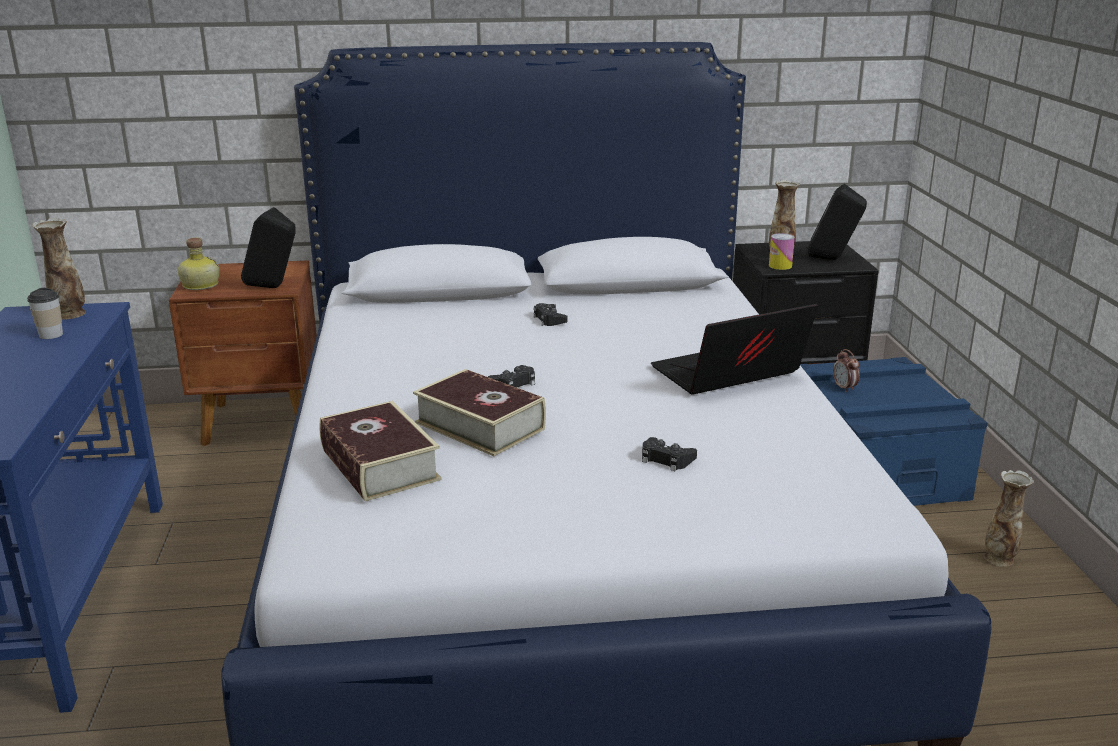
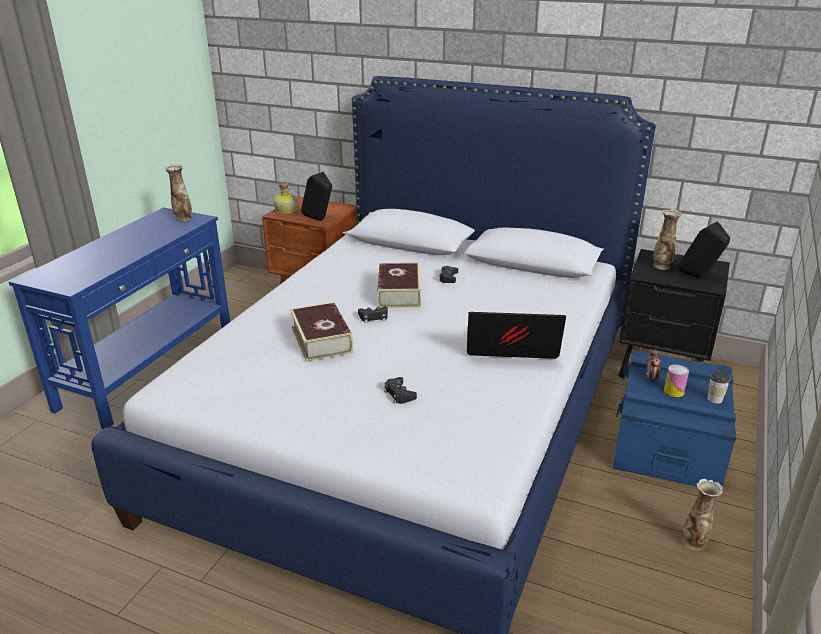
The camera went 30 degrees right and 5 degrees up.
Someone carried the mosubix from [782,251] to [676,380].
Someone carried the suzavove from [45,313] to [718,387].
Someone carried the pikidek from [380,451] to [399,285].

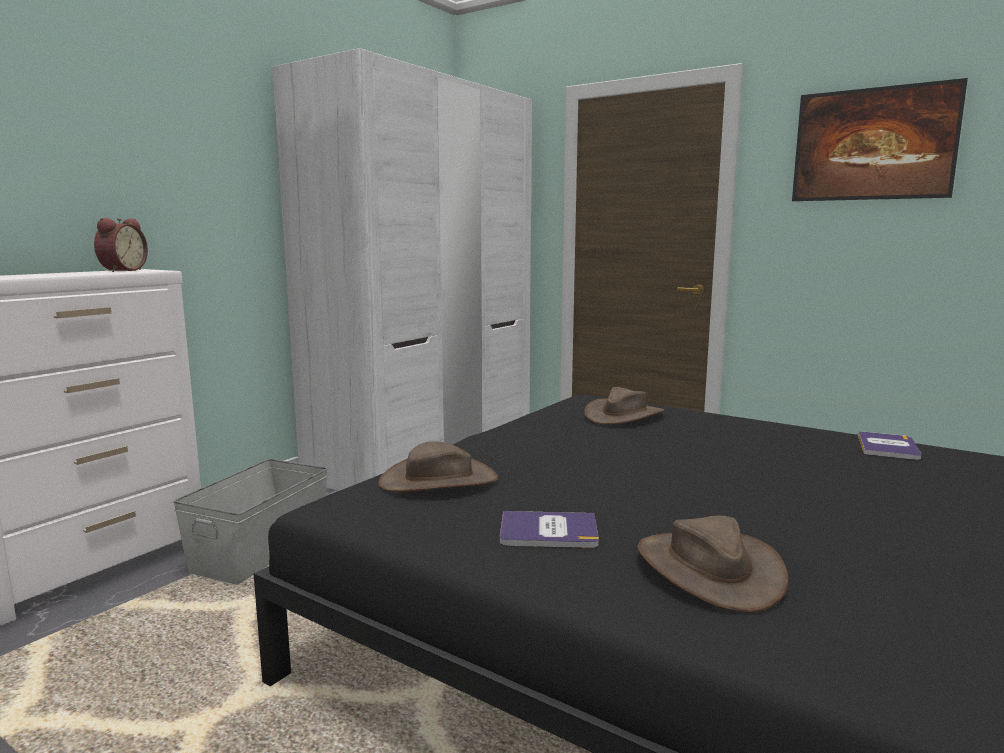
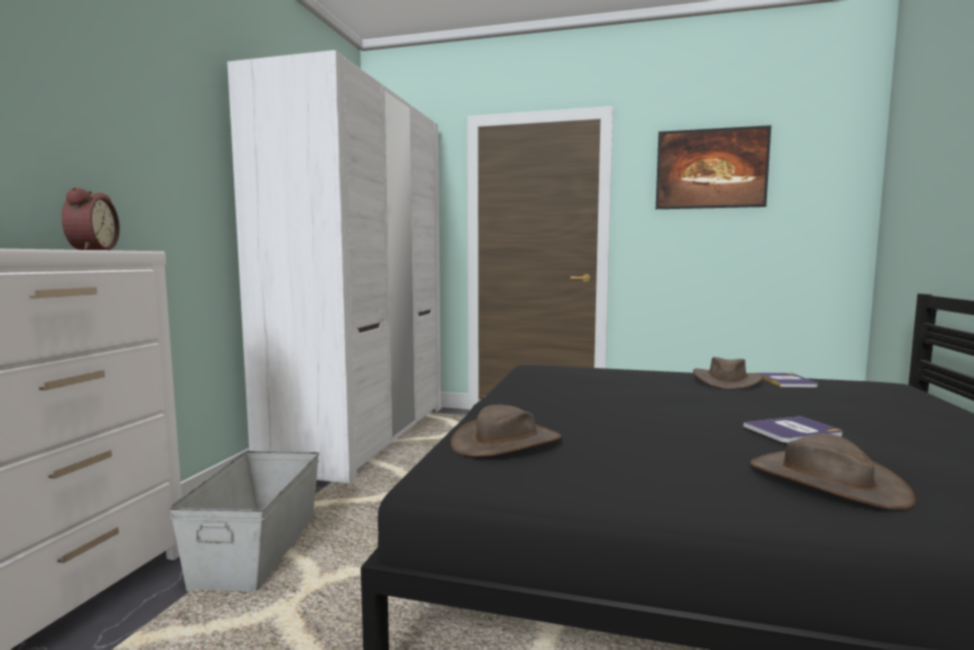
The camera went 20 degrees left and 5 degrees down.
Someone carried the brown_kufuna from [624,406] to [728,373].
Someone carried the pikidek from [549,529] to [793,429].

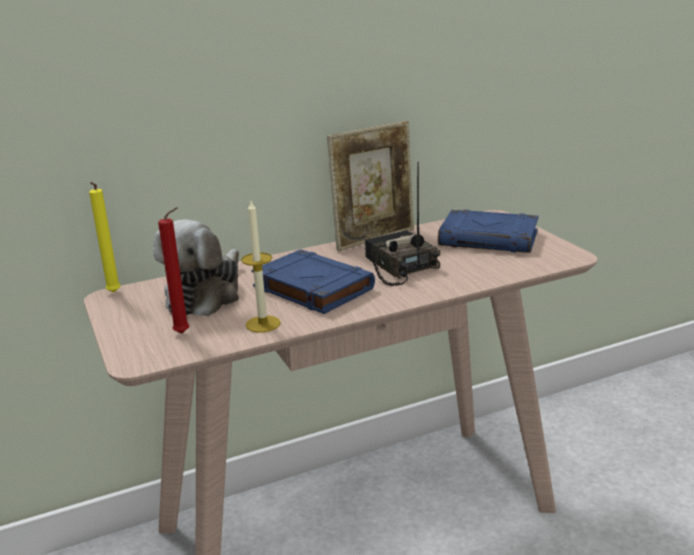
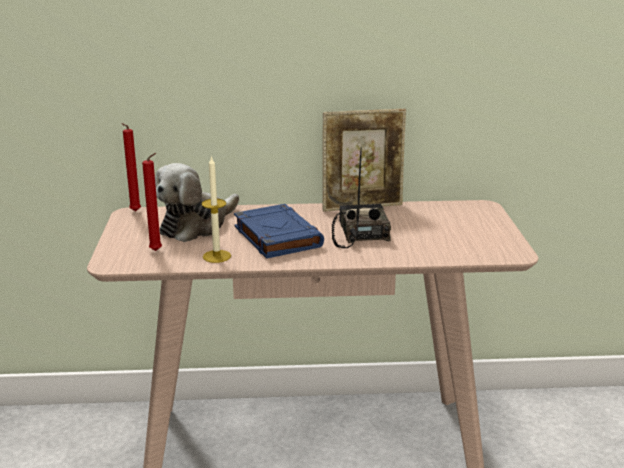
The camera went 20 degrees right and 0 degrees up.
Someone repainted the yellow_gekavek at [105,237], which became the red_gekavek at [131,167].
Someone took away the blue_pikidek at [488,231].

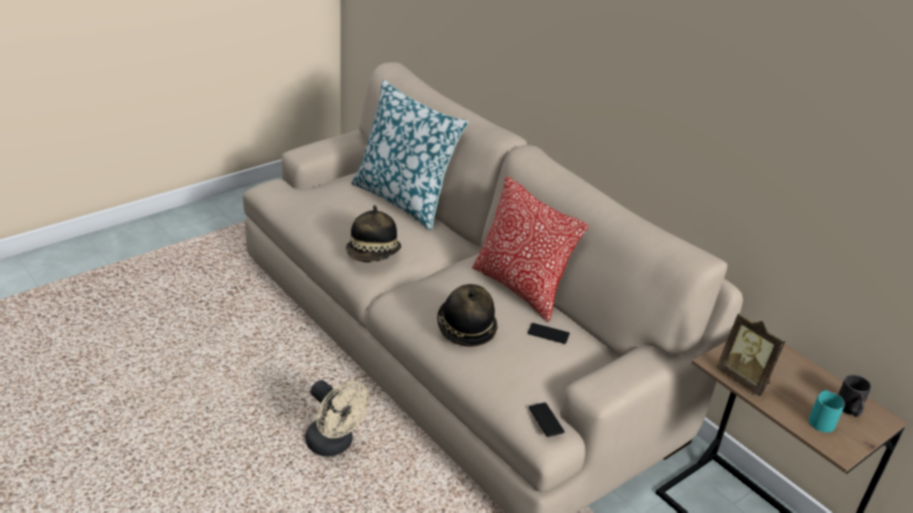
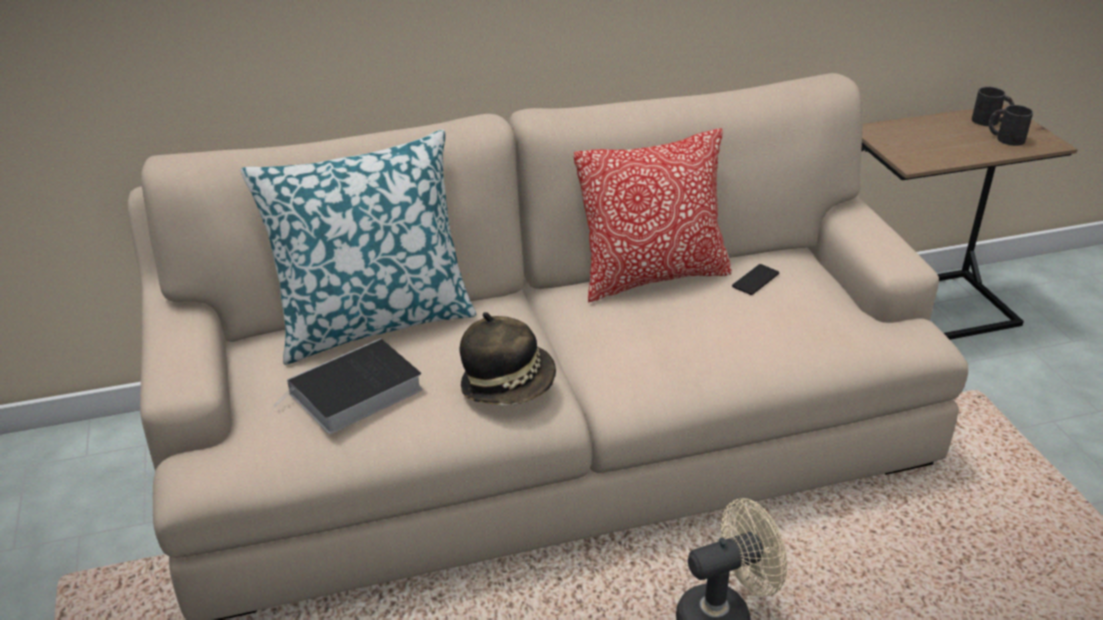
The camera went 65 degrees left and 0 degrees up.
Someone took away the kufuna at [467,315].
Someone took away the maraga at [751,354].
Someone repainted the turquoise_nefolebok at [826,411], which became the black_nefolebok at [1011,125].
Someone took away the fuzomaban at [547,419].
Someone put down the pikidek at [348,386].

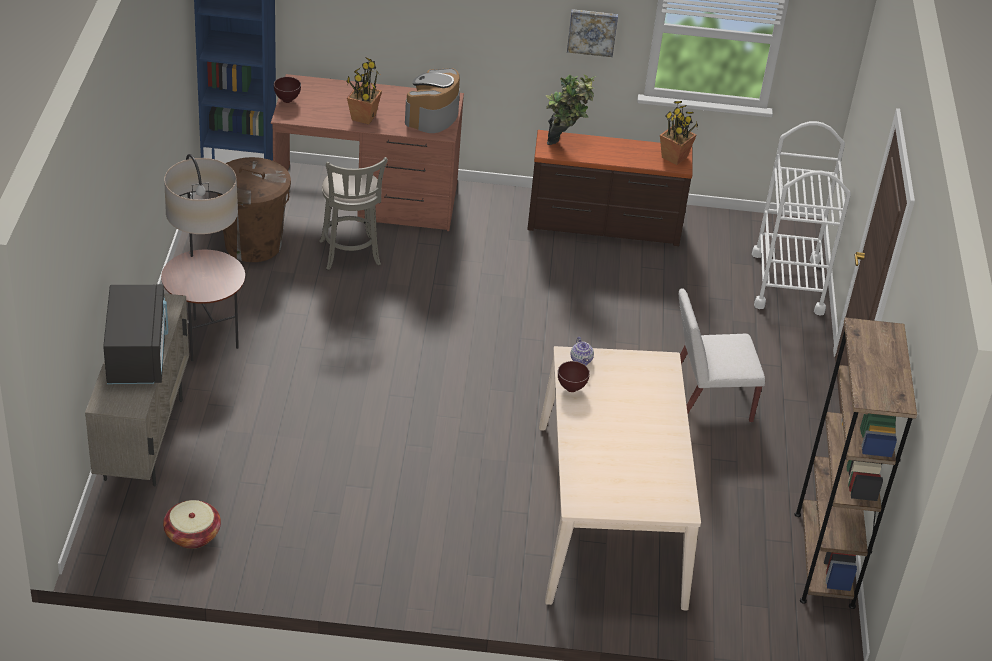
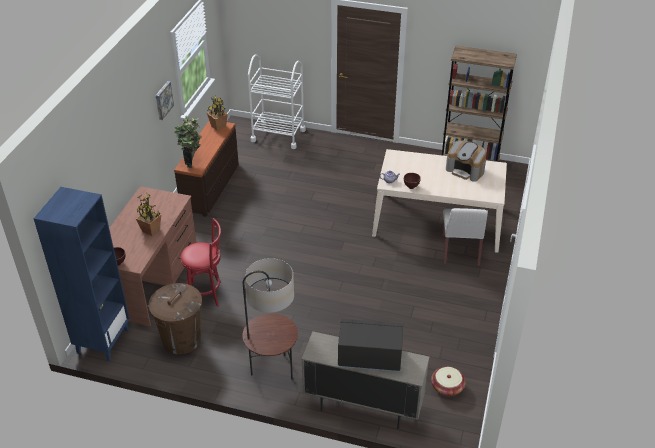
The camera went 75 degrees left and 0 degrees up.
Someone carried the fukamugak from [432,100] to [466,161].
Someone repainted the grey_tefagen at [353,213], which became the red_tefagen at [200,262].
Someone carried the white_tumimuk from [722,355] to [465,237].

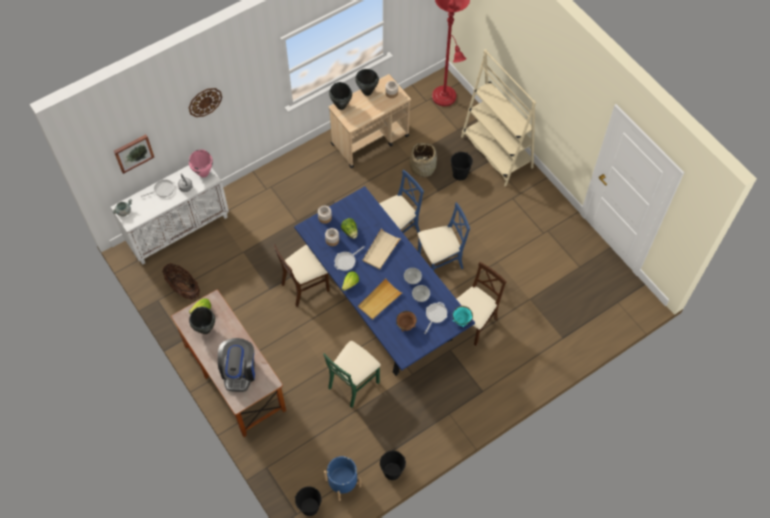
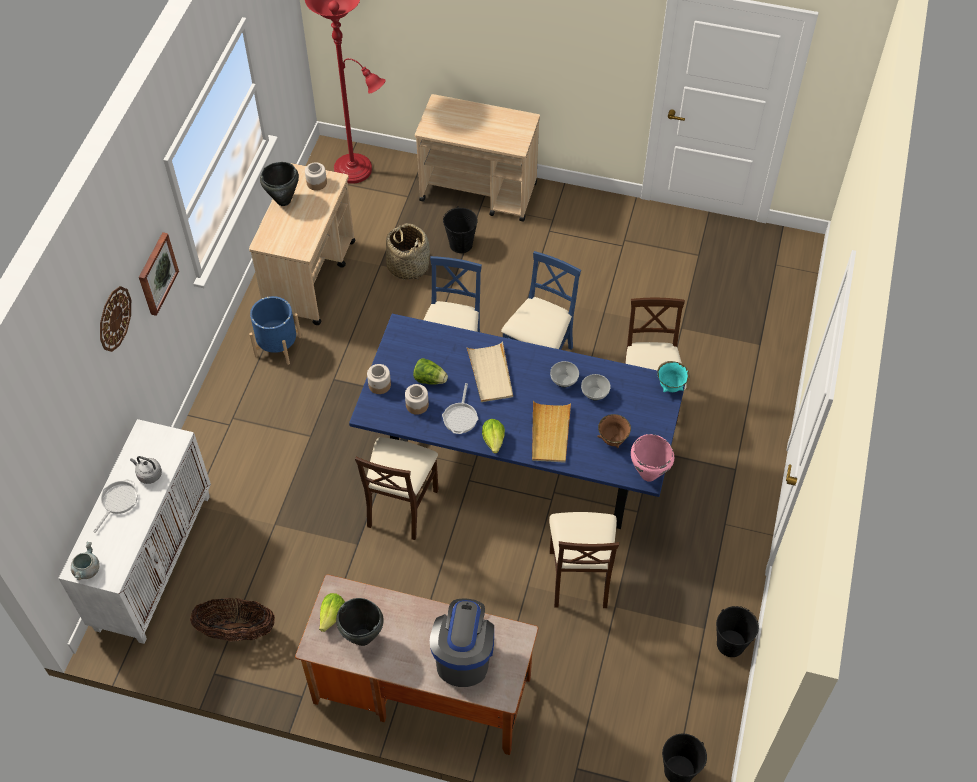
The camera went 40 degrees left and 5 degrees down.
Someone swapped the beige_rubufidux at [498,117] for the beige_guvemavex at [477,158].
Someone took away the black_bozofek at [340,96].
Someone carried the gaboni from [134,154] to [159,274].
Someone carried the pink_bozofek from [201,163] to [652,458].
Someone took away the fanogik at [435,318].
Someone rotated the fukamugak at [236,365] by 135 degrees counterclockwise.
Someone repainted the green_tumimuk at [352,374], which became the beige_tumimuk at [584,560].
Someone carried the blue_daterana from [342,478] to [275,330].

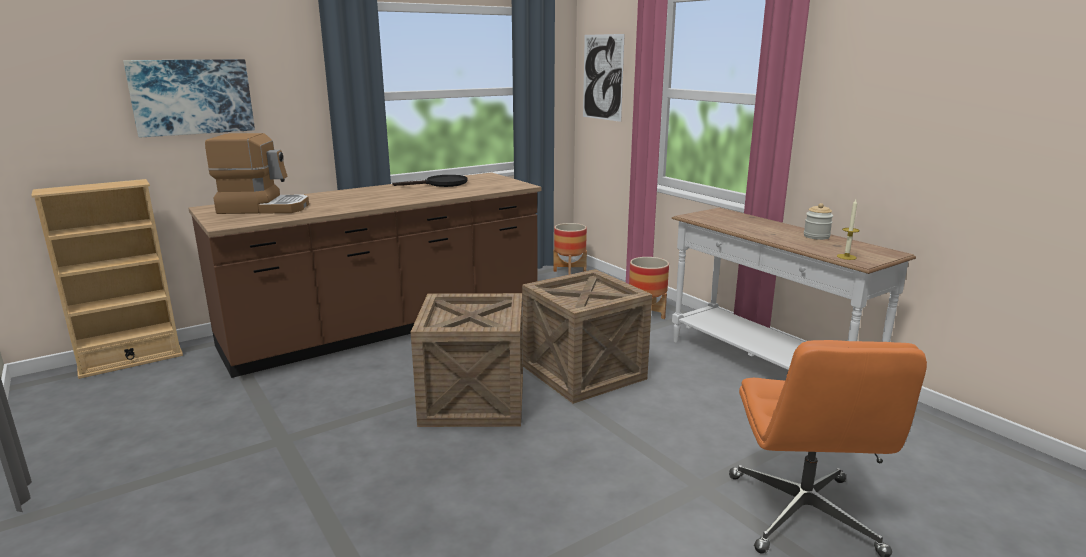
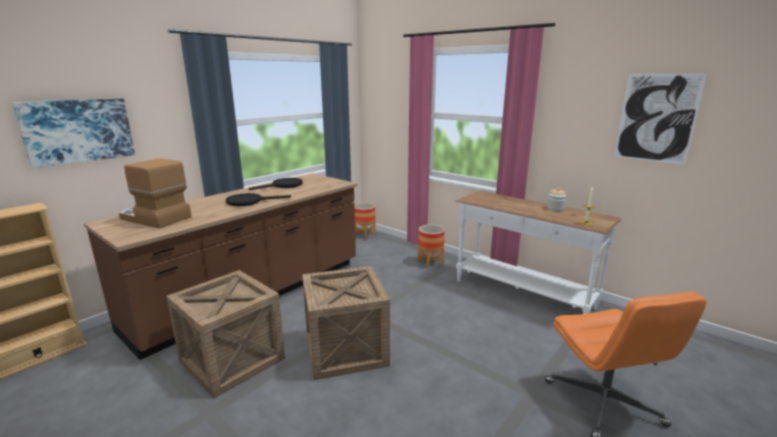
The camera went 15 degrees left and 0 degrees up.
Someone carried the gaboni from [604,78] to [660,119].
Someone rotated the fukamugak at [257,173] by 135 degrees counterclockwise.
Someone carried the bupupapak from [587,336] to [225,334].
Someone put down the black_fanogik at [258,199].

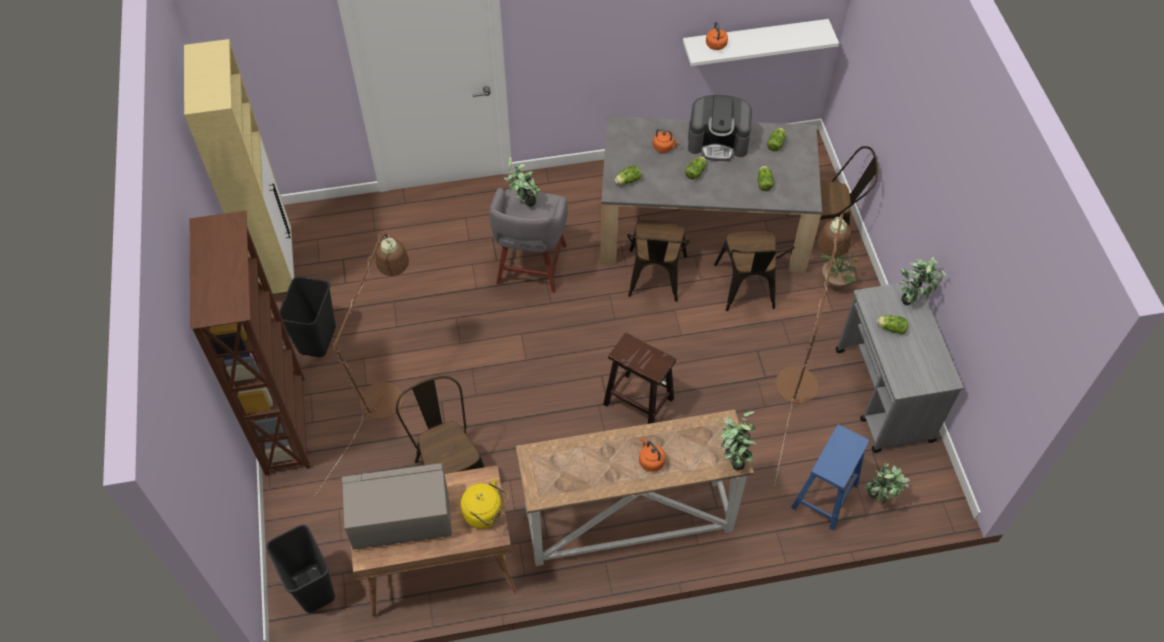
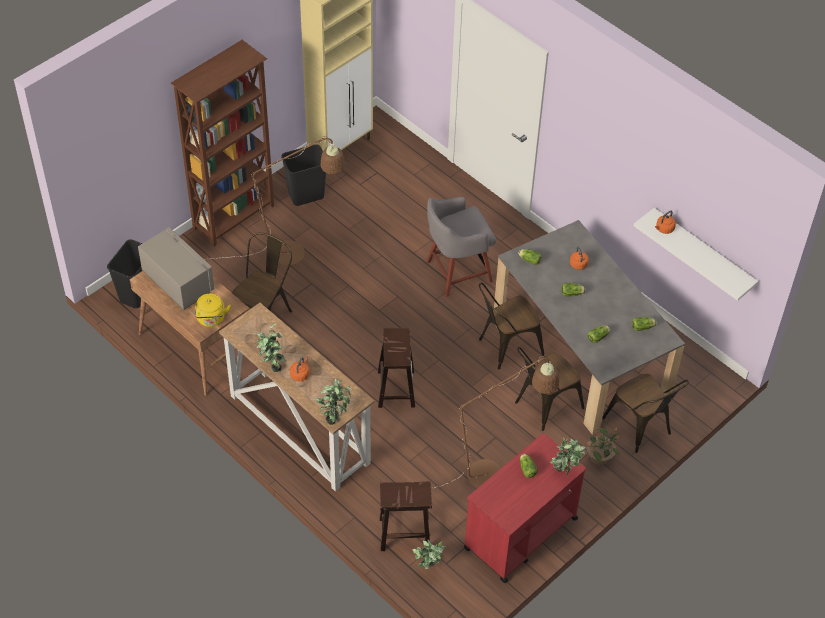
The camera went 55 degrees right and 5 degrees down.
Someone took away the fukamugak at [720,128].
Someone carried the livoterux from [522,182] to [272,347].
Someone repainted the grey_guvemavex at [899,366], which became the red_guvemavex at [525,508].
Someone repainted the blue_tefagen at [830,477], which became the brown_tefagen at [406,516].

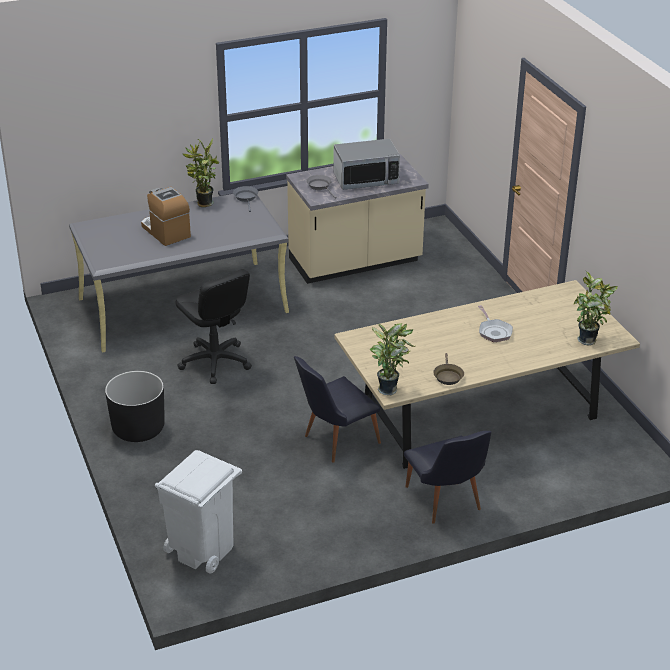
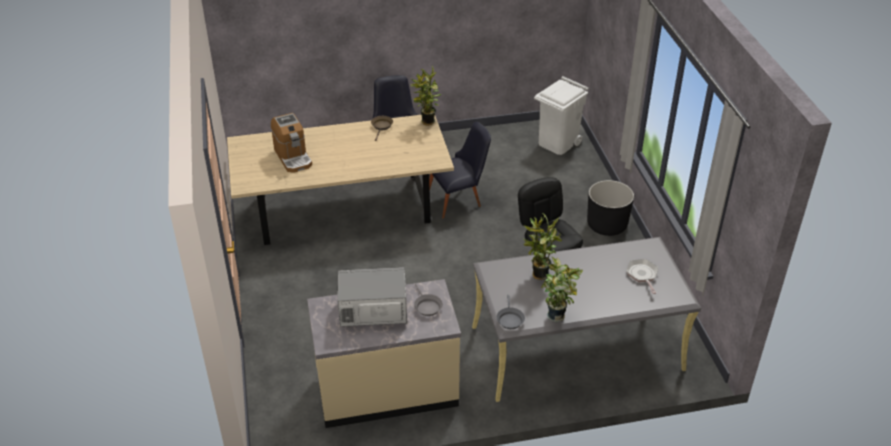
The camera went 170 degrees left and 5 degrees up.
Someone carried the fukamugak from [166,216] to [291,143].
Someone carried the livoterux from [596,308] to [542,247].
Someone carried the fanogik from [495,323] to [642,276].

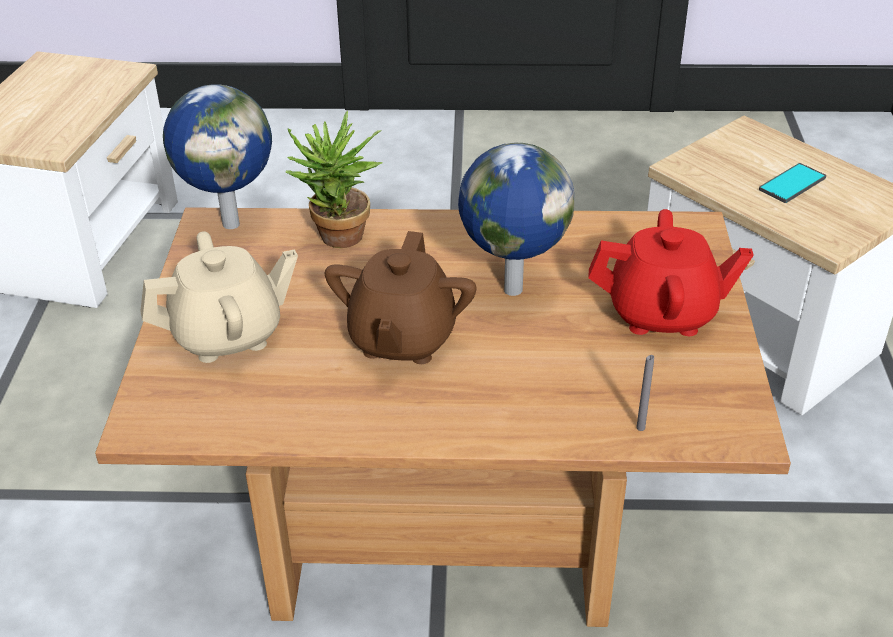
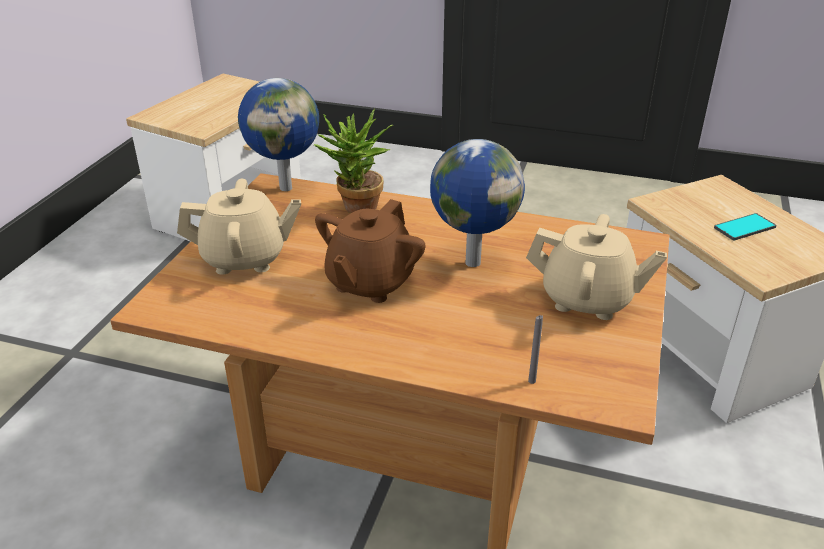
The camera went 15 degrees right and 5 degrees down.
Someone repainted the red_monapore at [671,272], which became the beige_monapore at [596,267].

